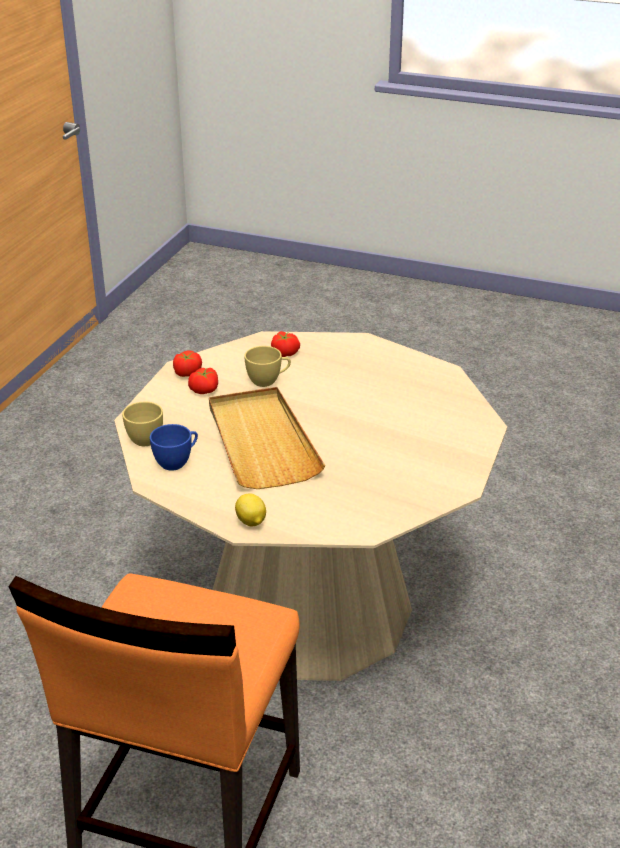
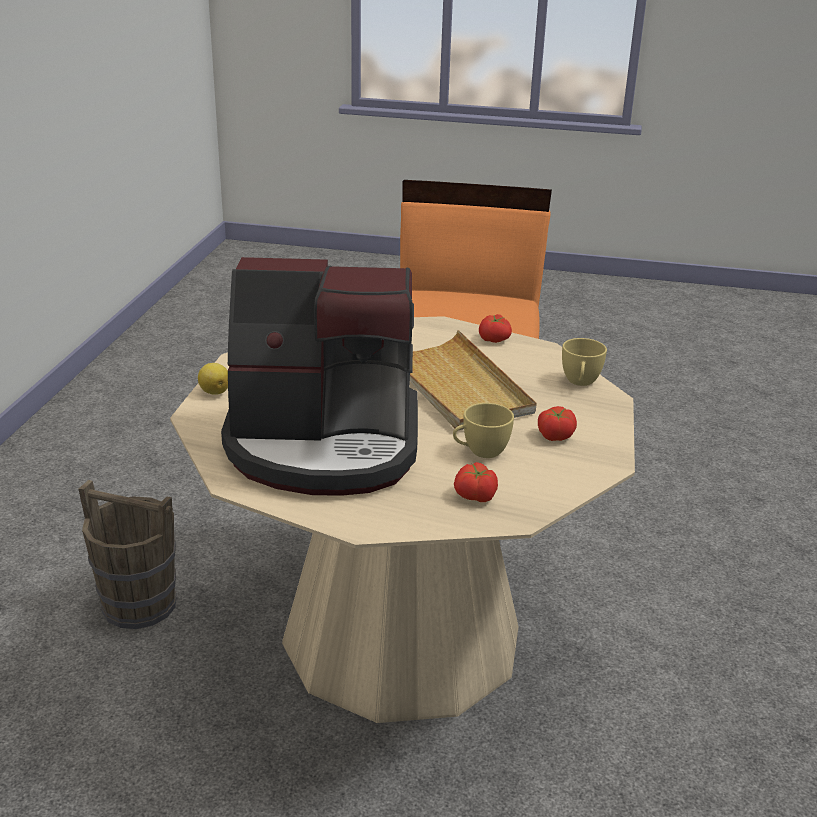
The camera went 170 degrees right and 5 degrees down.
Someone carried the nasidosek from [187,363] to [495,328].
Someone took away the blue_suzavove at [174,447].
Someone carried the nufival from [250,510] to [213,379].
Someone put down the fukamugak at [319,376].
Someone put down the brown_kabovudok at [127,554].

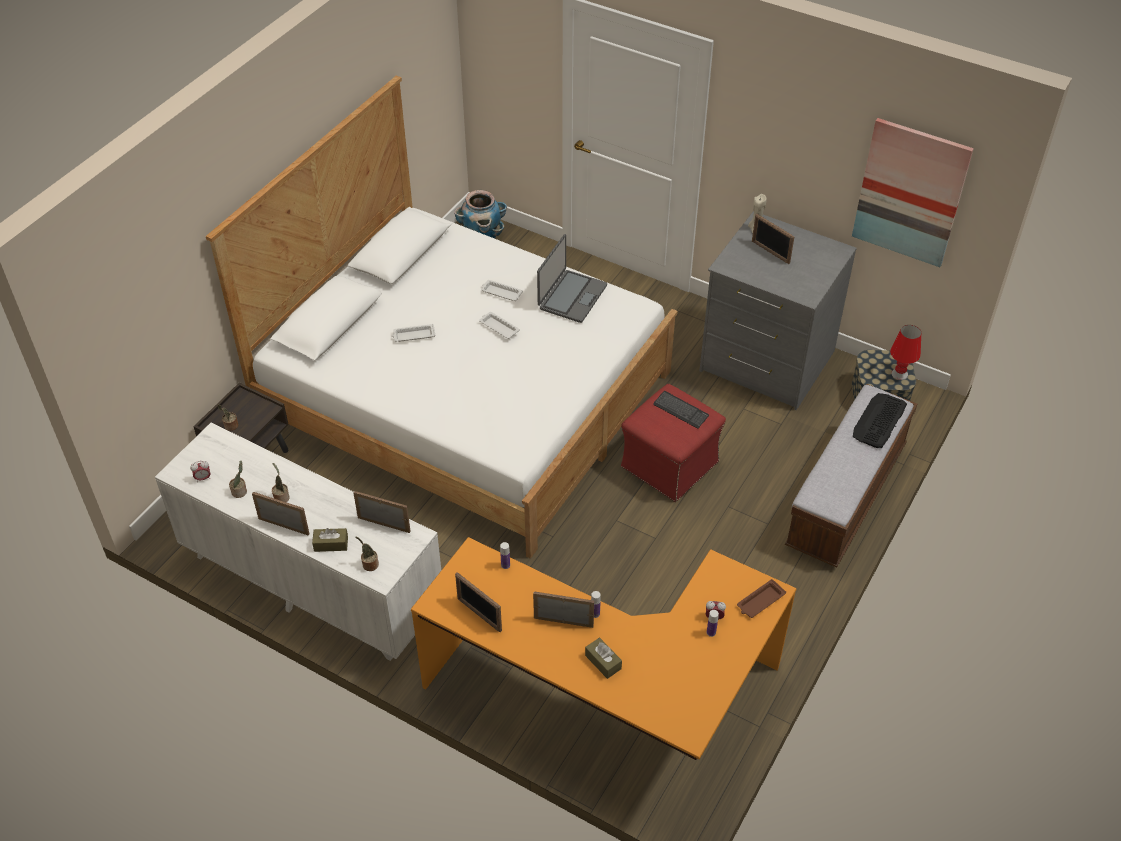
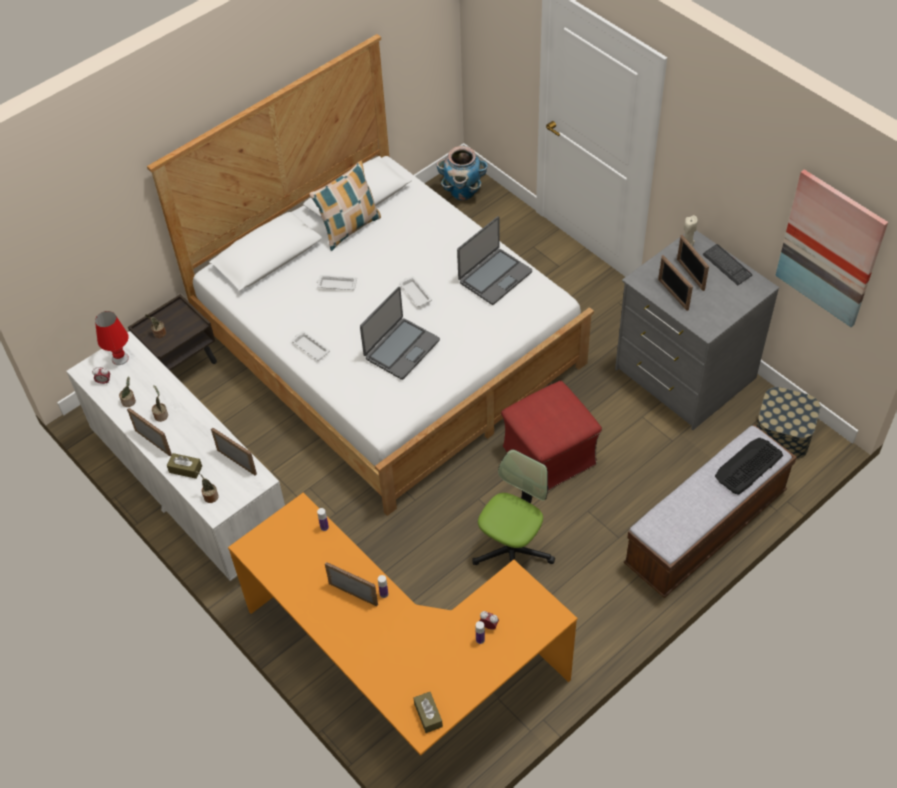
The camera went 20 degrees right and 5 degrees up.
Someone carried the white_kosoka from [502,290] to [310,346].
Someone carried the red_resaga from [905,352] to [112,338].
Someone carried the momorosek from [681,410] to [727,264].
Someone carried the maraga from [478,602] to [675,283].
Someone took away the brown_kosoka at [761,598].
Someone carried the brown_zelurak from [603,658] to [428,712].
Someone put down the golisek at [345,206].
Someone put down the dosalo at [400,333].
Someone put down the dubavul at [513,507].

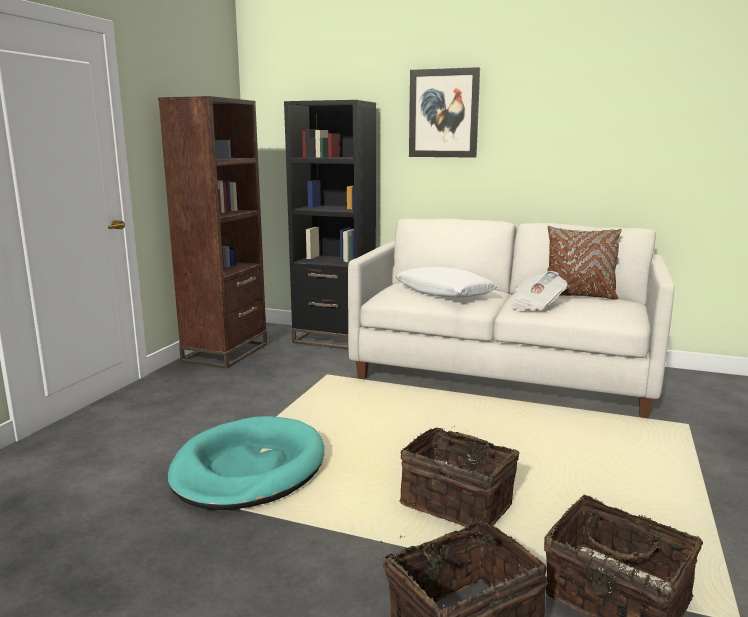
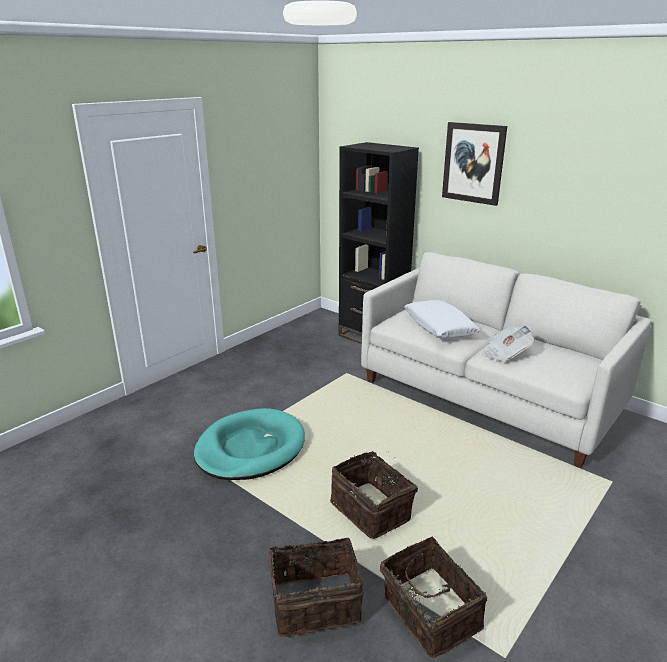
The camera went 20 degrees right and 10 degrees up.
Someone took away the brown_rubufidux at [212,232].
Someone took away the brown_golisek at [584,262].

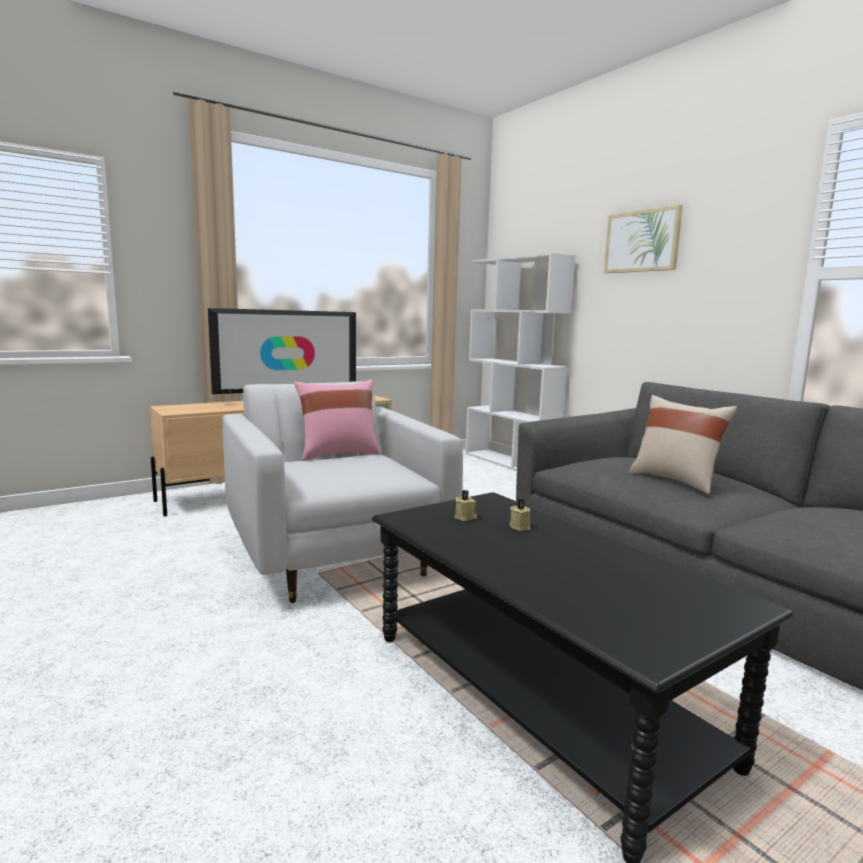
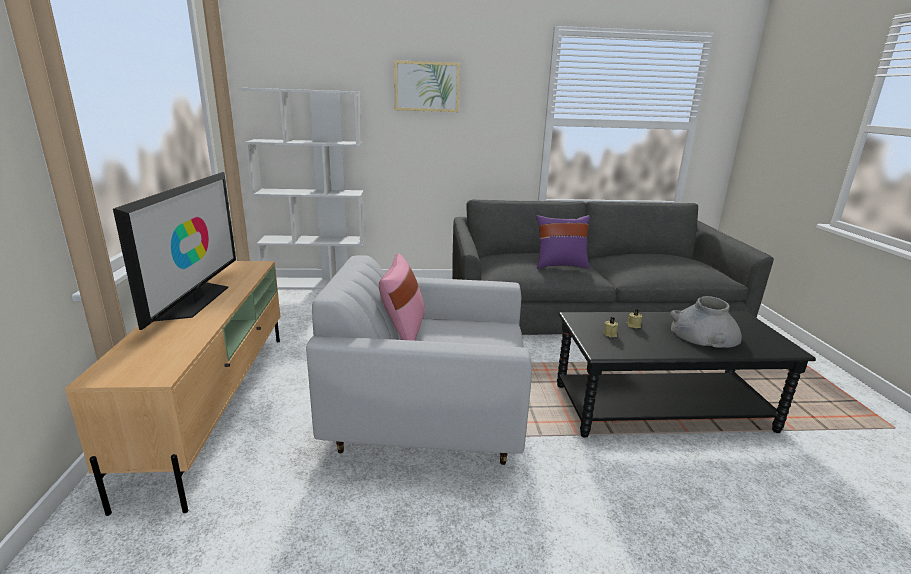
The camera went 60 degrees left and 10 degrees up.
Someone repainted the beige_golisek at [683,444], which became the purple_golisek at [563,242].
Someone put down the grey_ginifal at [706,322].

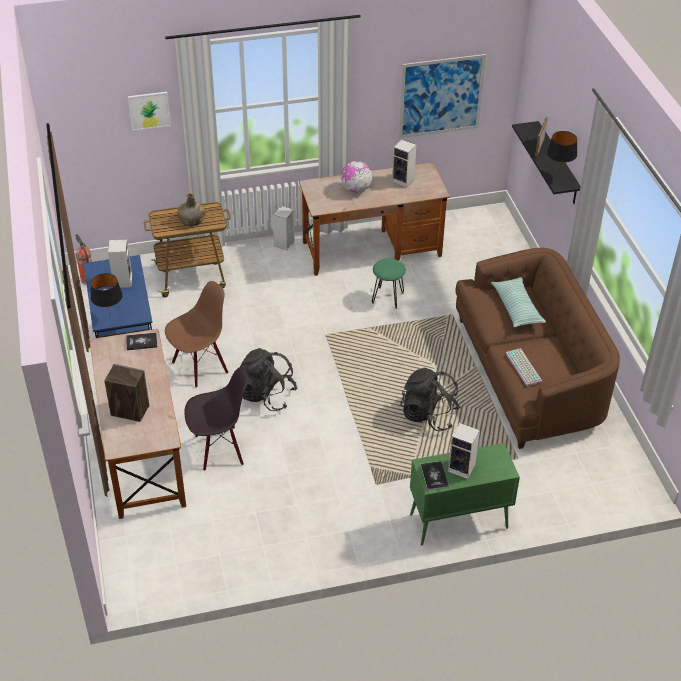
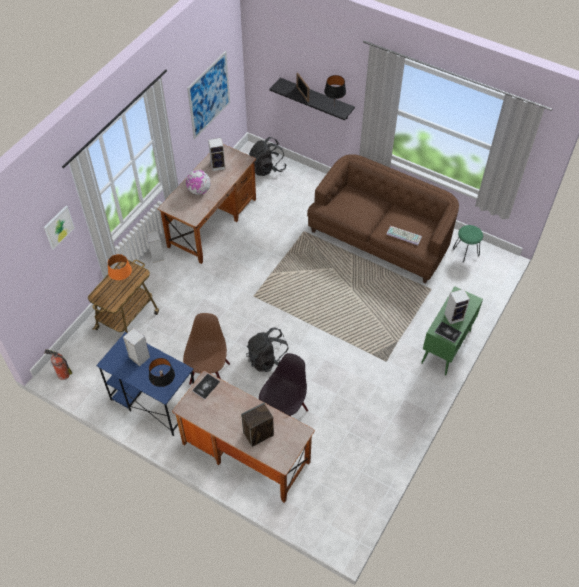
The camera went 45 degrees left and 10 degrees up.
Someone swapped the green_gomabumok at [191,209] for the orange_resaga at [120,267].
Someone carried the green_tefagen from [389,283] to [467,244].
Someone took away the golisek at [518,302].
Someone carried the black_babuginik from [430,399] to [267,156].

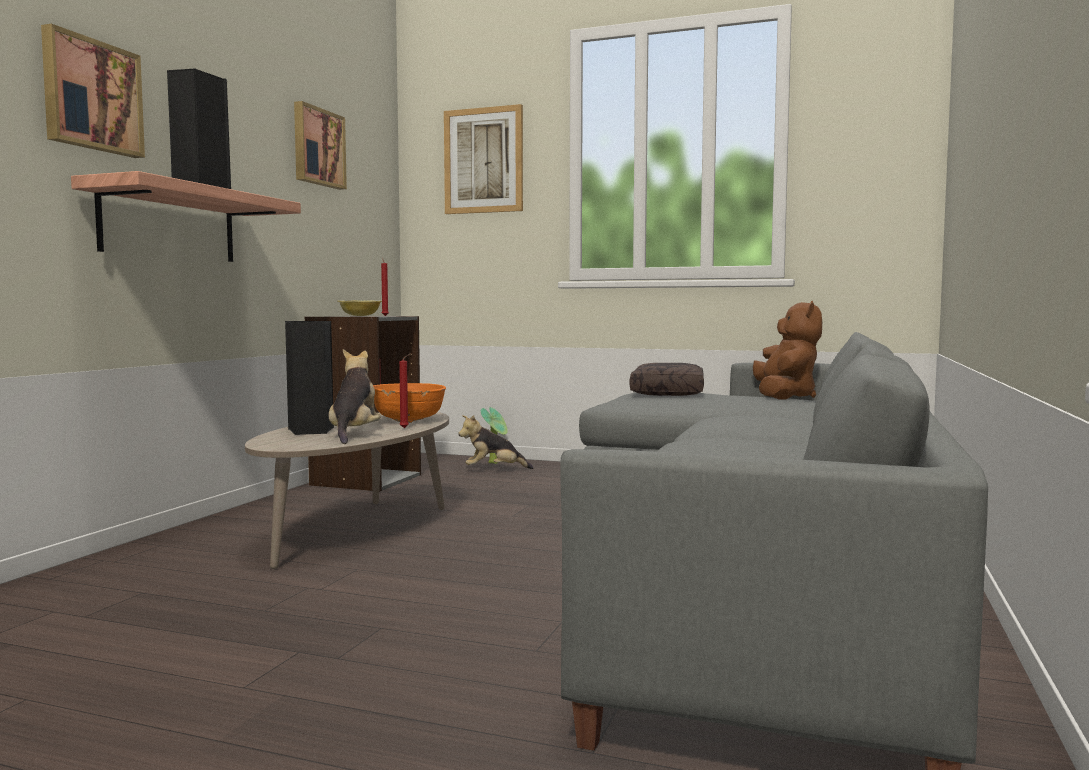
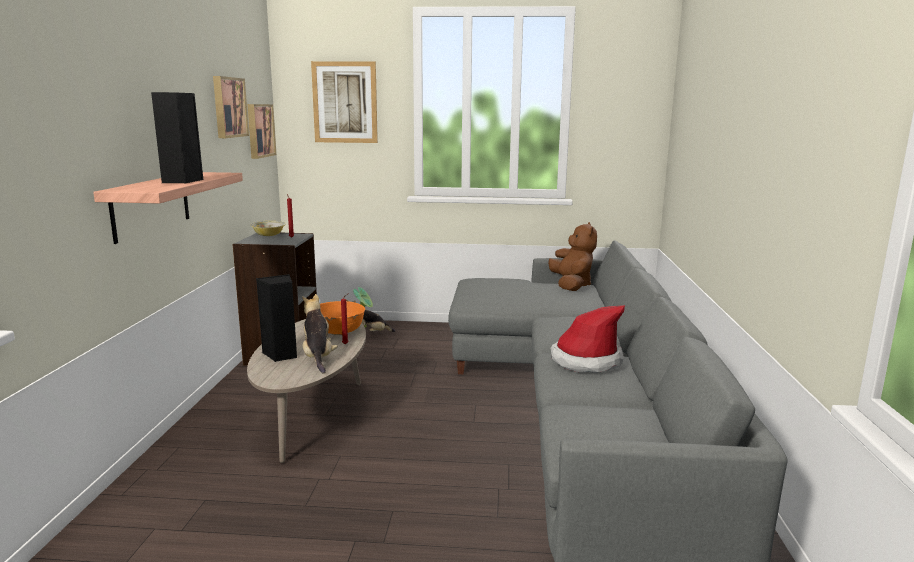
The camera went 15 degrees left and 10 degrees up.
Someone carried the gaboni from [93,91] to [261,131].
Someone took away the brown_golisek at [667,379].
Someone put down the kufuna at [588,339].

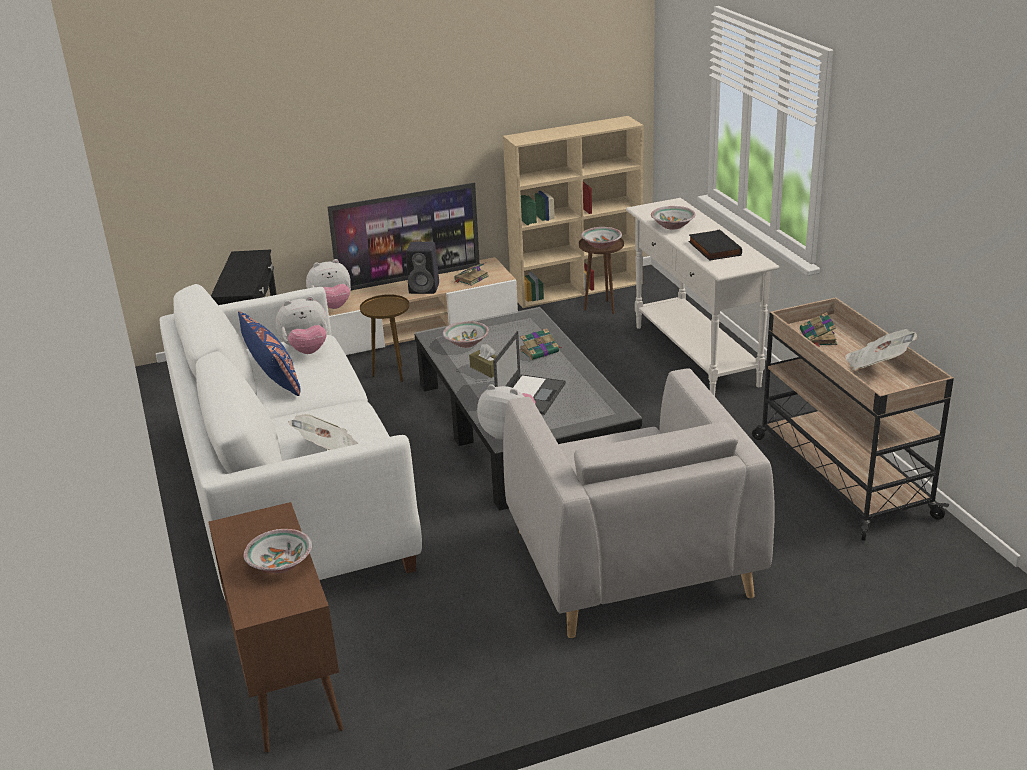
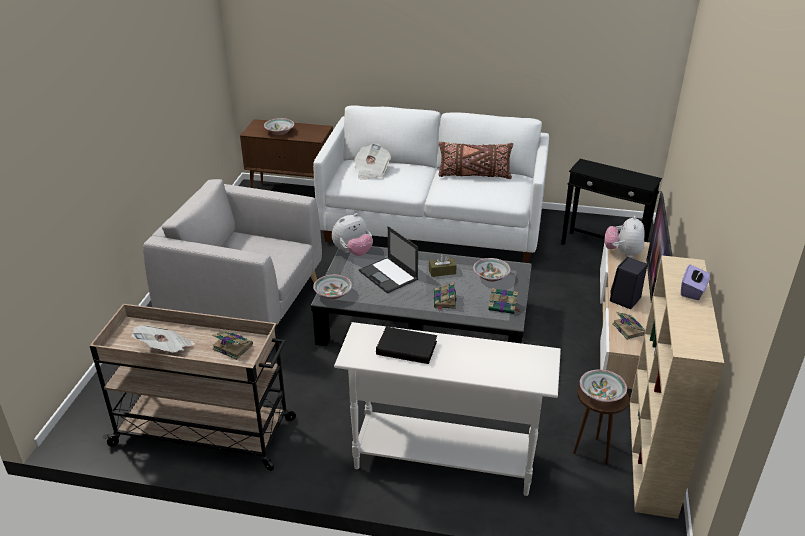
The camera went 120 degrees right and 5 degrees up.
Someone carried the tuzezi from [673,218] to [332,287].
Someone took away the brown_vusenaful at [385,338].
Someone took away the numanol at [301,325].
Someone repainted the blue_golisek at [269,353], which became the brown_golisek at [475,160].
Someone put down the purple_zelurak at [695,282].
Someone put down the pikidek at [504,301].

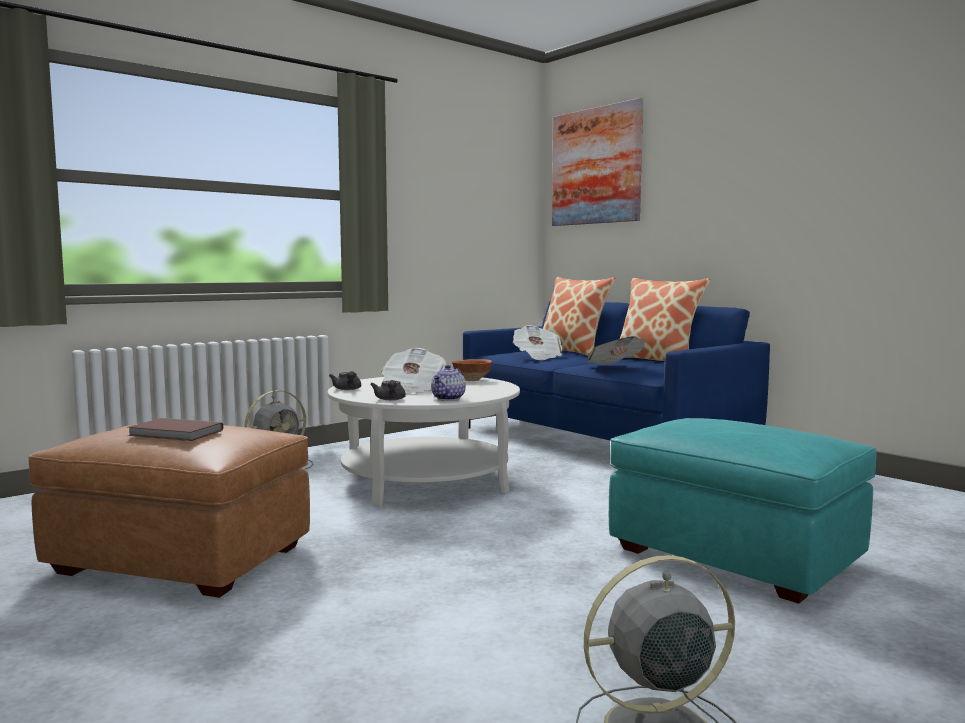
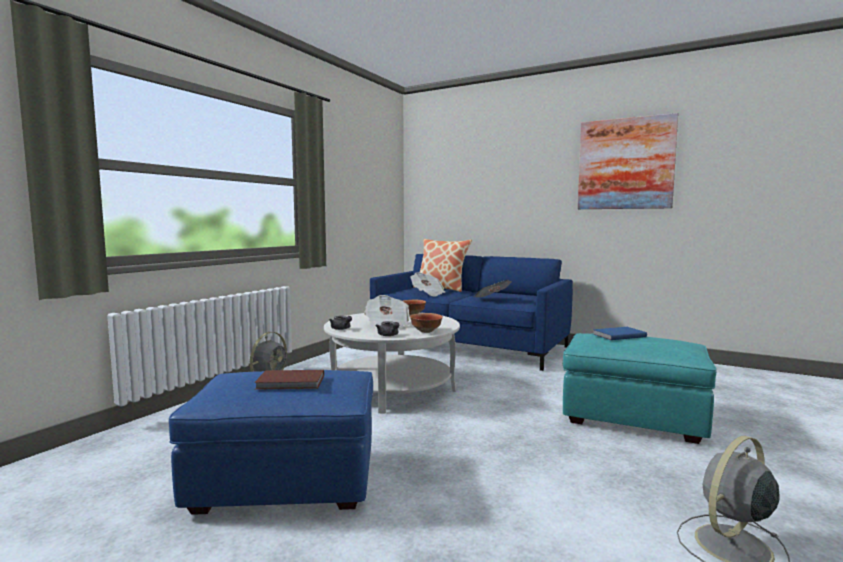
The camera went 20 degrees left and 0 degrees up.
Someone carried the gaboni from [597,162] to [628,161].
Someone took away the golisek at [665,319].
Someone swapped the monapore at [448,383] for the tuzezi at [426,323].
Someone repainted the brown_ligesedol at [169,511], which became the blue_ligesedol at [271,442].
Someone put down the blue_pikidek at [620,333].

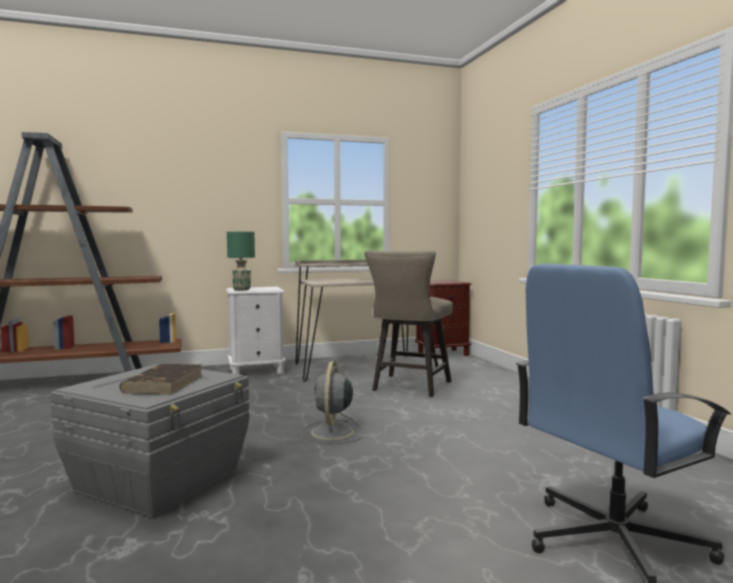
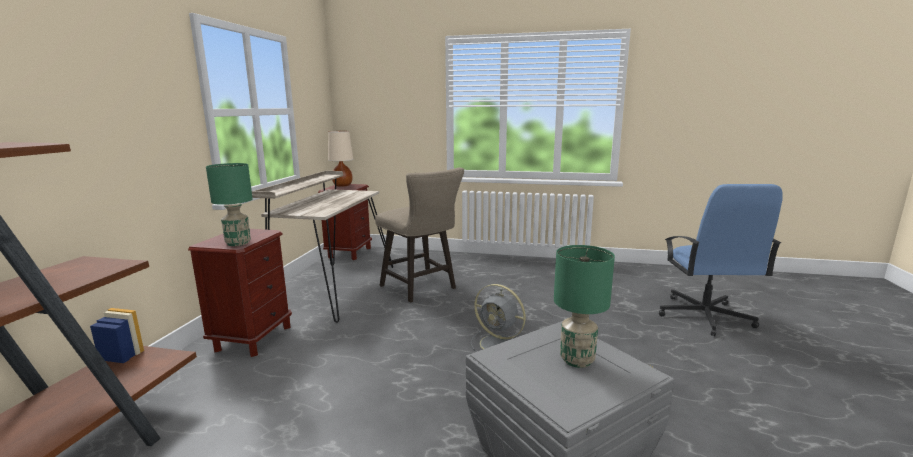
The camera went 60 degrees left and 10 degrees up.
Someone repainted the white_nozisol at [256,331], which became the brown_nozisol at [240,293].
Someone swapped the brown_pikidek at [161,379] for the green_resaga at [584,306].
Someone put down the beige_resaga at [340,159].

